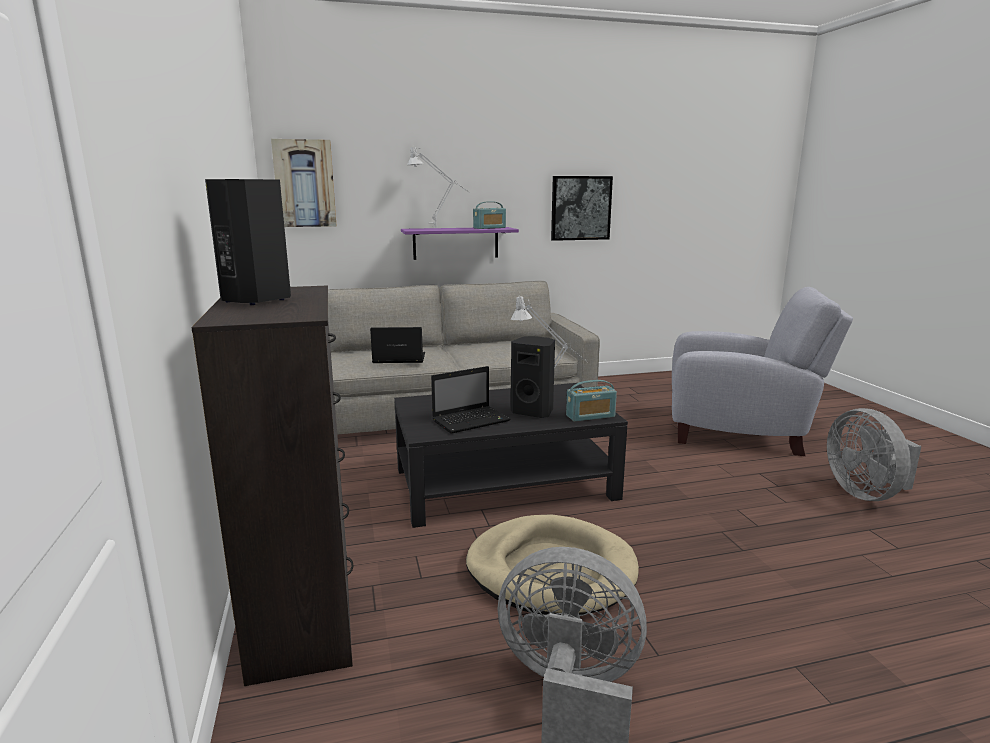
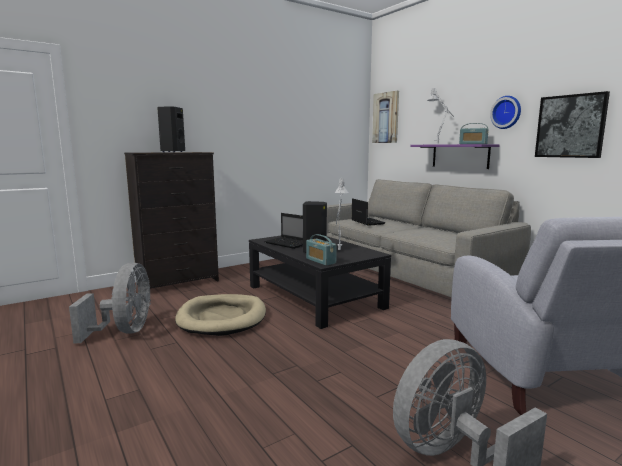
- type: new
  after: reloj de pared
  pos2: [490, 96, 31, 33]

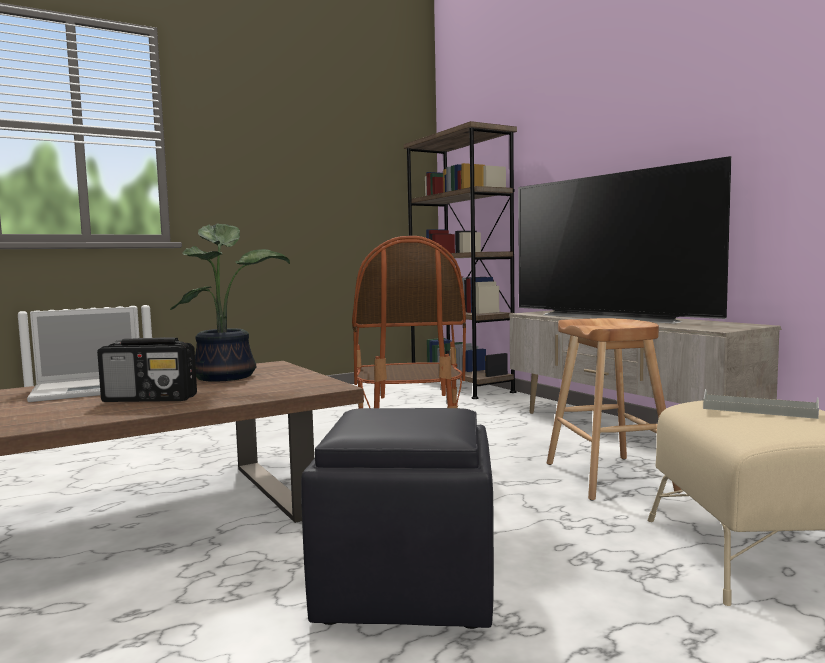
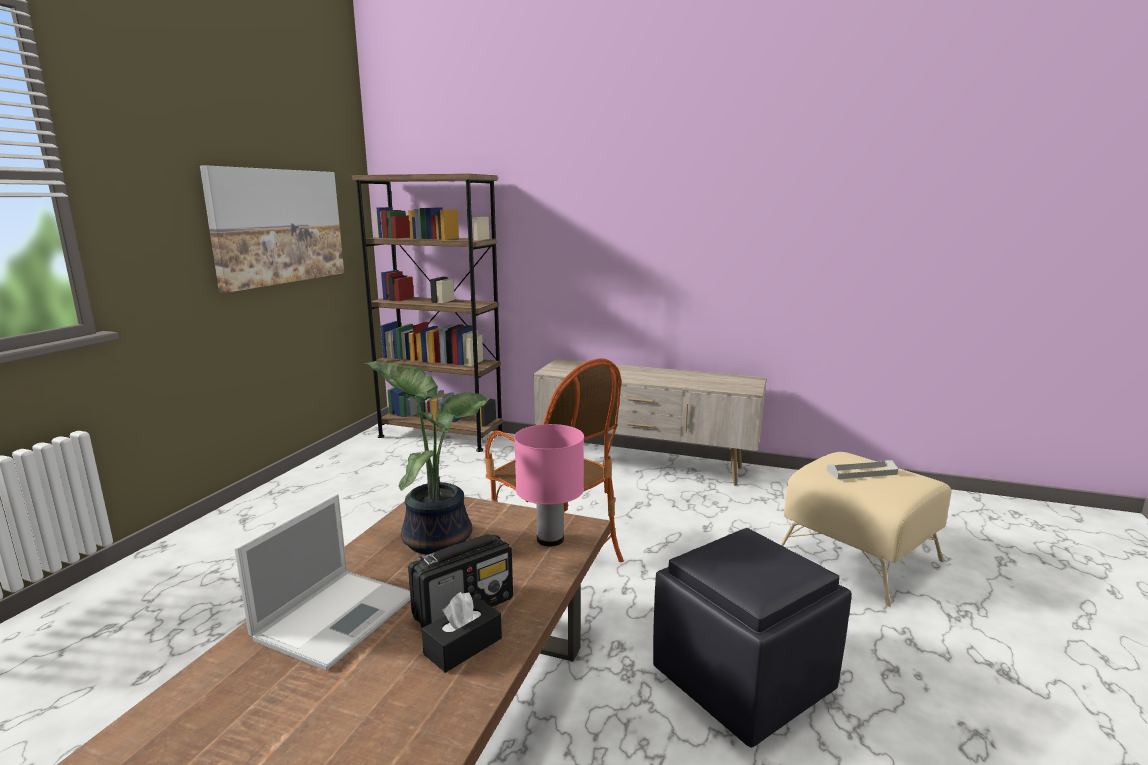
- type: gone
  before: televisor
  pos1: [518, 156, 213, 168]
- type: gone
  before: taburete [marrón]
  pos1: [547, 318, 134, 183]
- type: new
  after: cuadro
  pos2: [200, 166, 144, 127]
- type: new
  after: caja de pañuelos [negro]
  pos2: [422, 592, 80, 81]
- type: new
  after: lámpara de mesa [rosa]
  pos2: [514, 424, 70, 122]

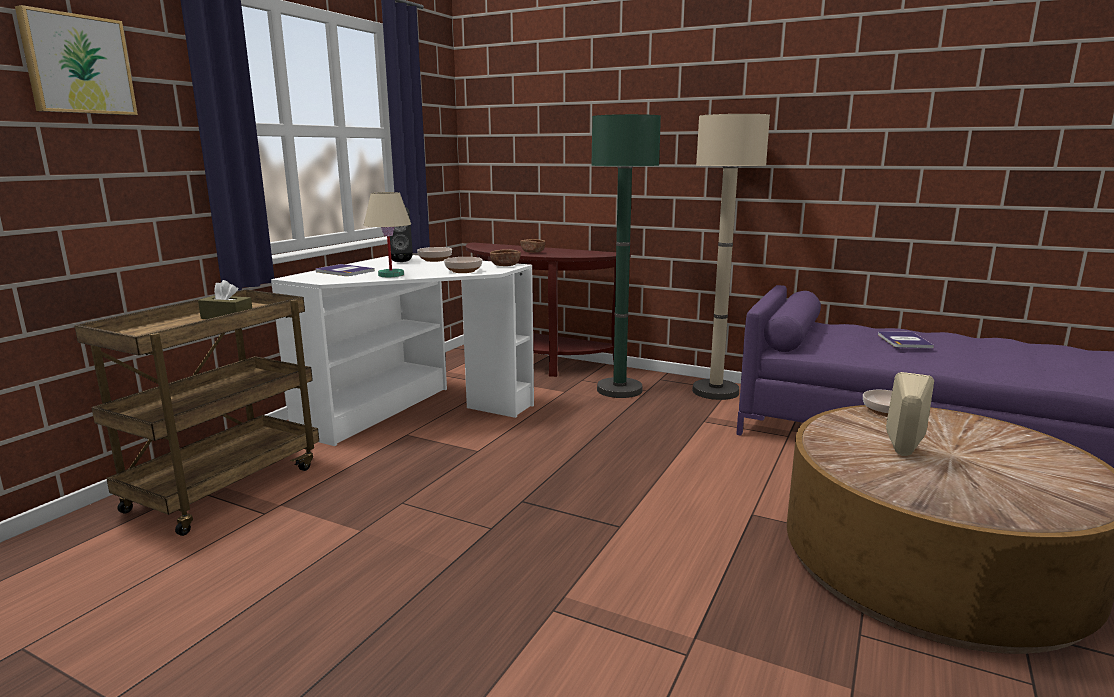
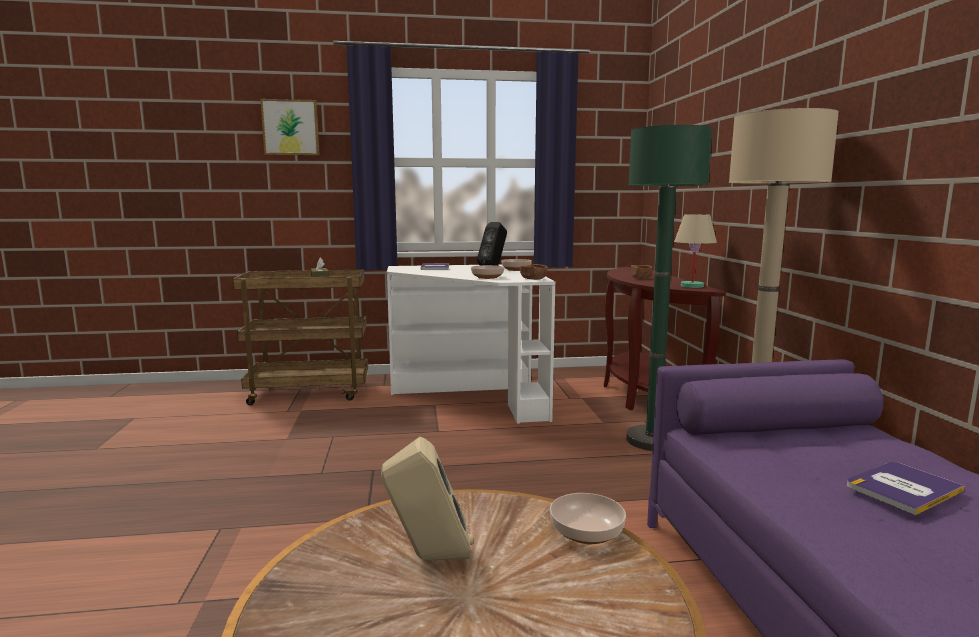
- type: shifted
  before: lámpara de mesa [beis]
  pos1: [364, 192, 47, 85]
  pos2: [674, 214, 43, 74]

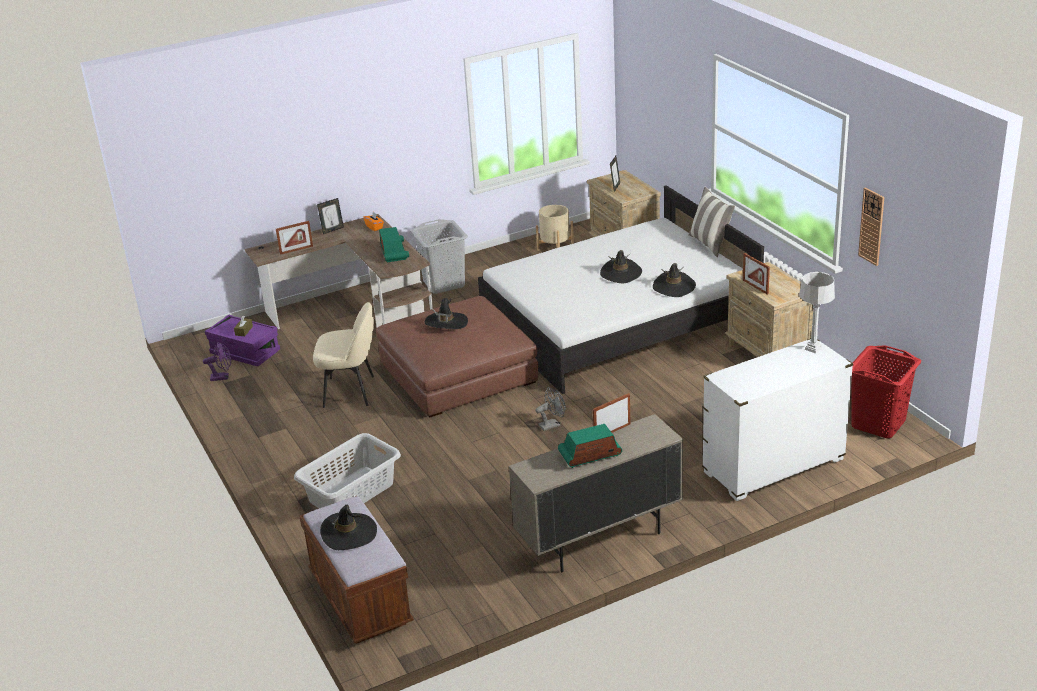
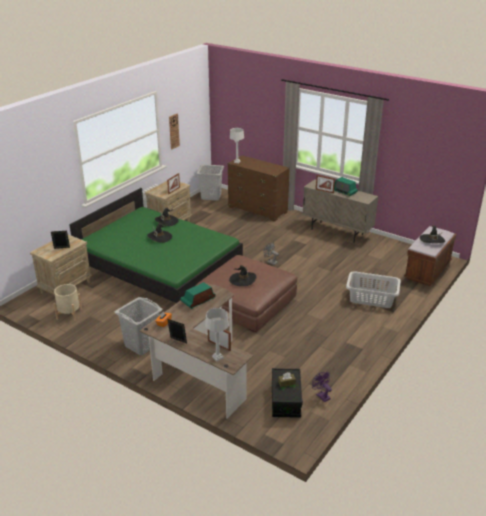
- type: gone
  before: silla [beis]
  pos1: [313, 302, 61, 106]
- type: gone
  before: cojín
  pos1: [688, 186, 47, 71]
- type: new
  after: lámpara de mesa [gris]
  pos2: [205, 308, 24, 54]
- type: repainted
  before: caja de almacenaje [morado]
  after: caja de almacenaje [negro]
  pos1: [205, 314, 75, 52]
  pos2: [272, 368, 31, 50]
- type: repainted
  before: cama [blanco]
  after: cama [verde]
  pos1: [478, 185, 286, 209]
  pos2: [69, 188, 174, 115]
- type: repainted
  before: cómoda [blanco]
  after: cómoda [marrón]
  pos1: [702, 338, 151, 163]
  pos2: [227, 155, 63, 67]
- type: repainted
  before: cesto de la ropa [rojo]
  after: cesto de la ropa [gris]
  pos1: [851, 345, 70, 93]
  pos2: [197, 164, 27, 37]

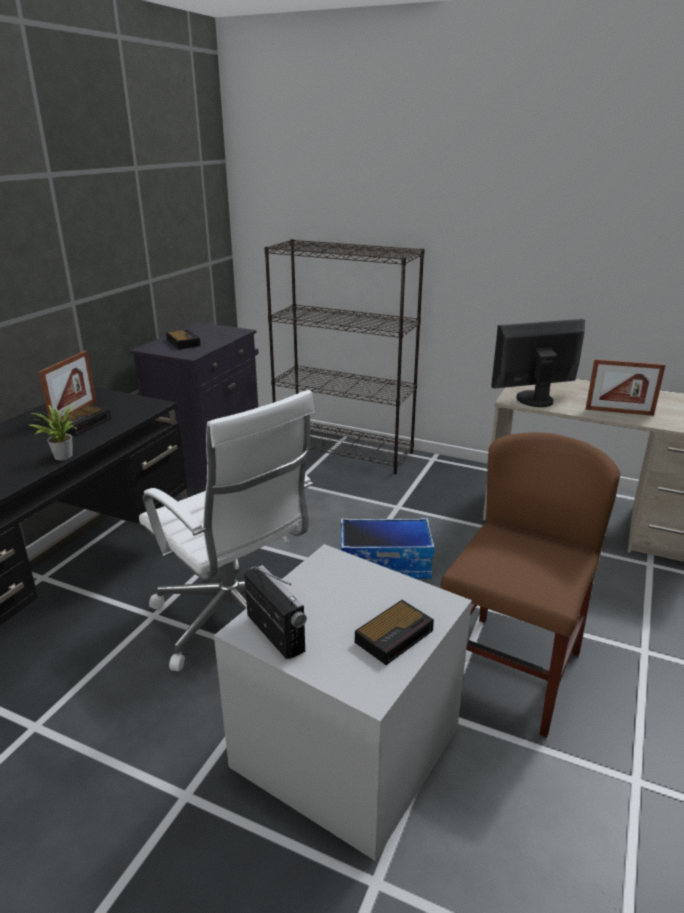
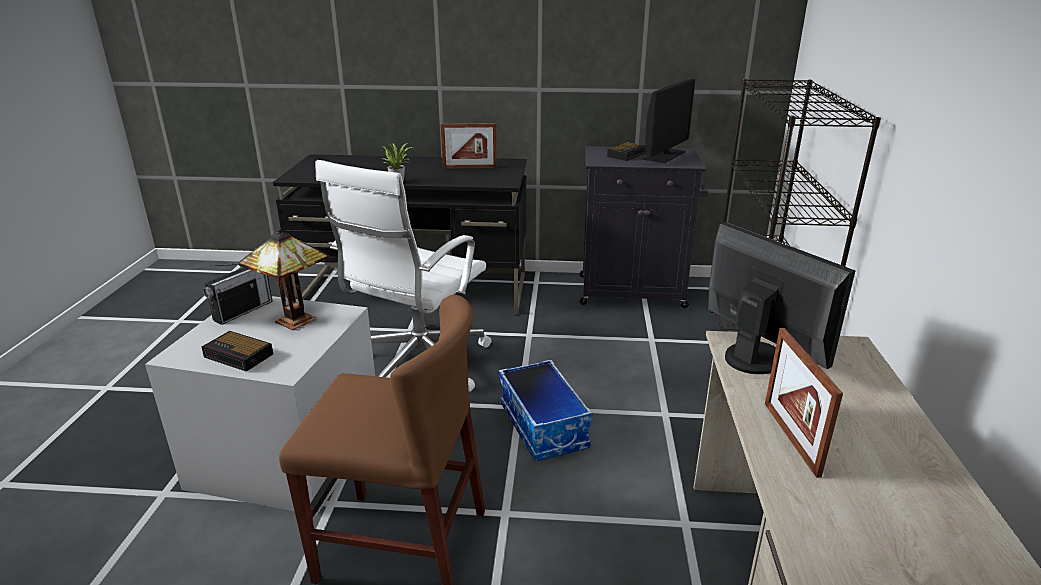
- type: gone
  before: despertador
  pos1: [59, 405, 52, 31]
- type: new
  after: lámpara de mesa
  pos2: [239, 229, 90, 101]
- type: new
  after: monitor
  pos2: [643, 79, 52, 84]

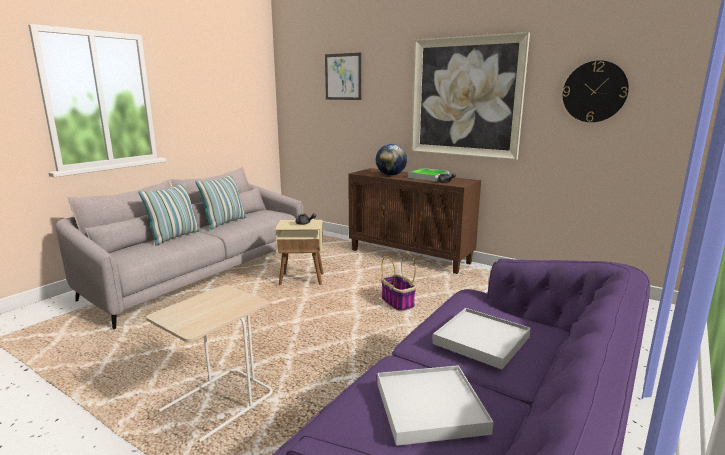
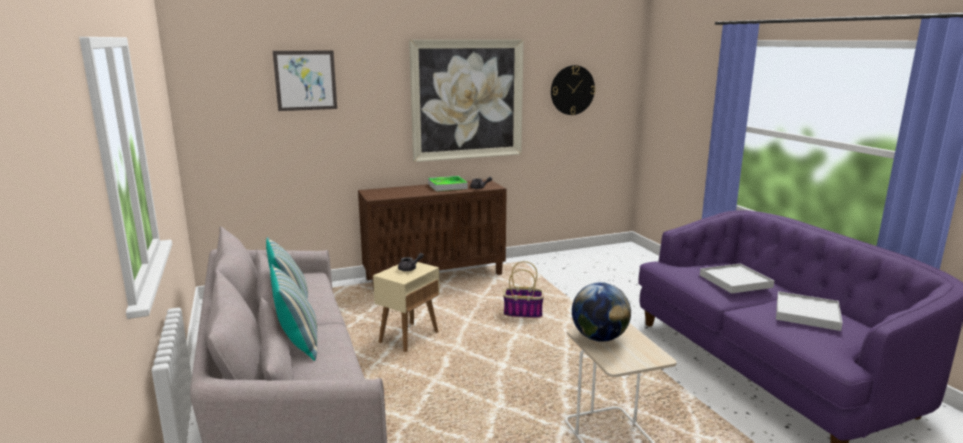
- type: shifted
  before: globo terráqueo
  pos1: [376, 144, 31, 32]
  pos2: [572, 282, 59, 60]

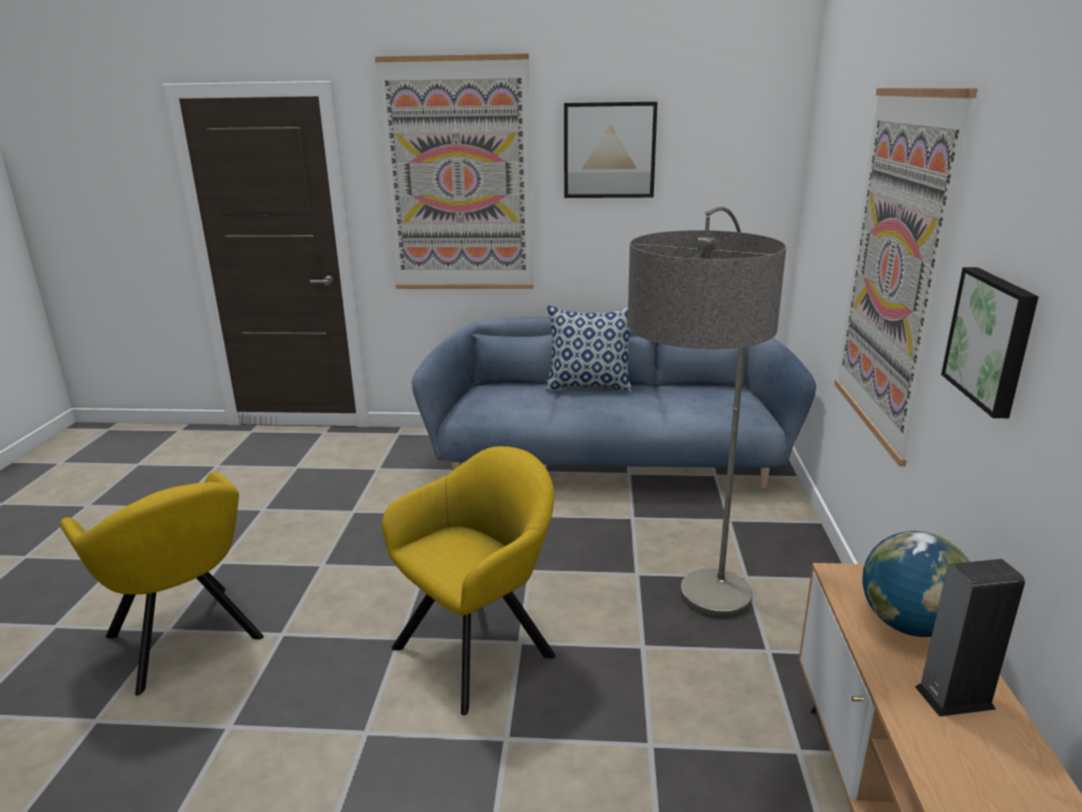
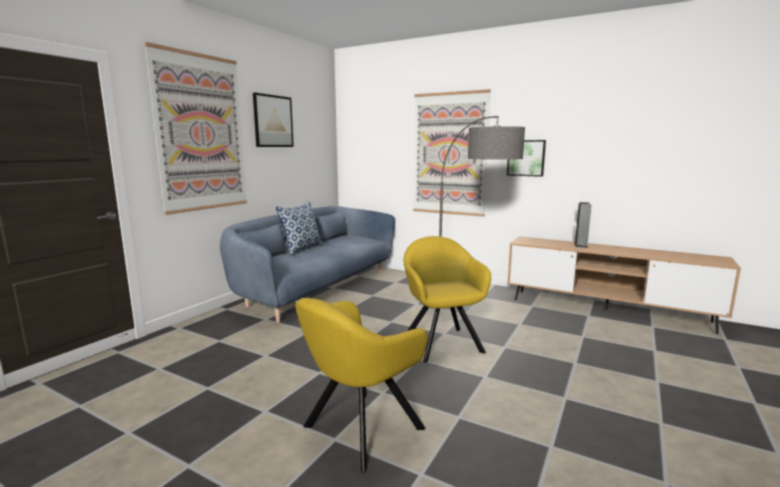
- type: gone
  before: globo terráqueo
  pos1: [862, 531, 108, 106]
- type: rotated
  before: sillón [amarillo]
  pos1: [60, 471, 204, 225]
  pos2: [295, 298, 133, 175]
  turn: 150

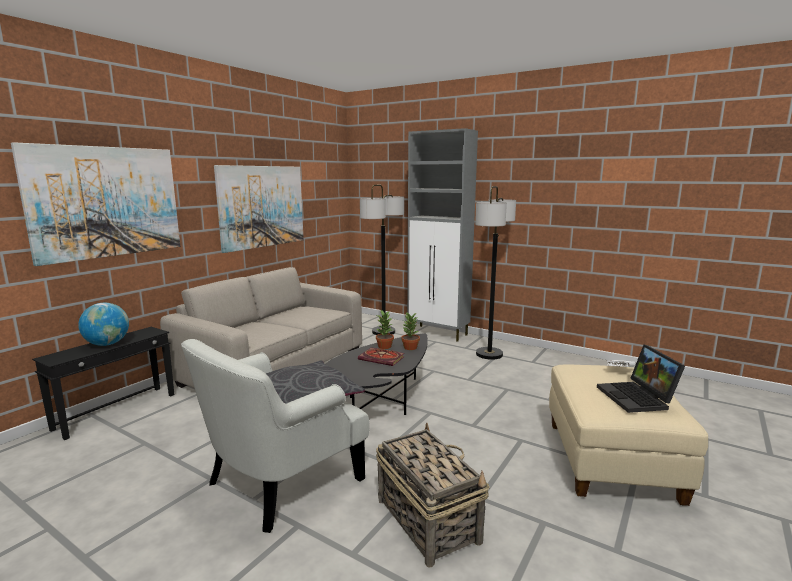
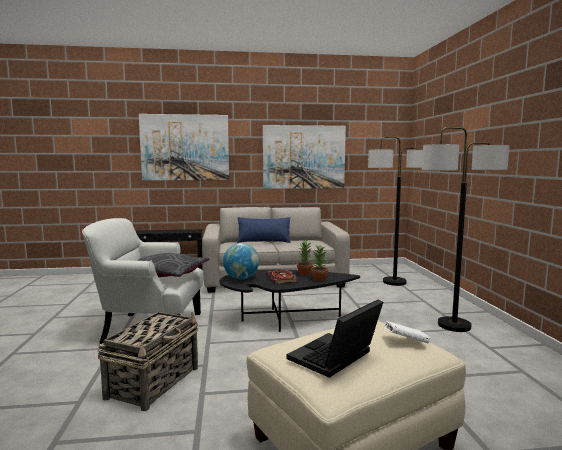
- type: gone
  before: armario [gris]
  pos1: [407, 128, 71, 214]
- type: new
  after: cojín [azul]
  pos2: [237, 217, 54, 26]
- type: shifted
  before: globo terráqueo
  pos1: [78, 303, 51, 43]
  pos2: [223, 243, 36, 36]

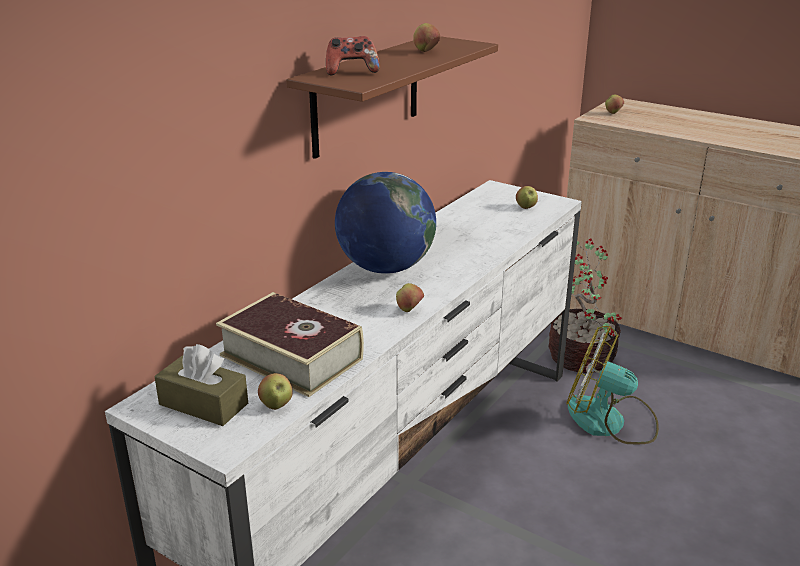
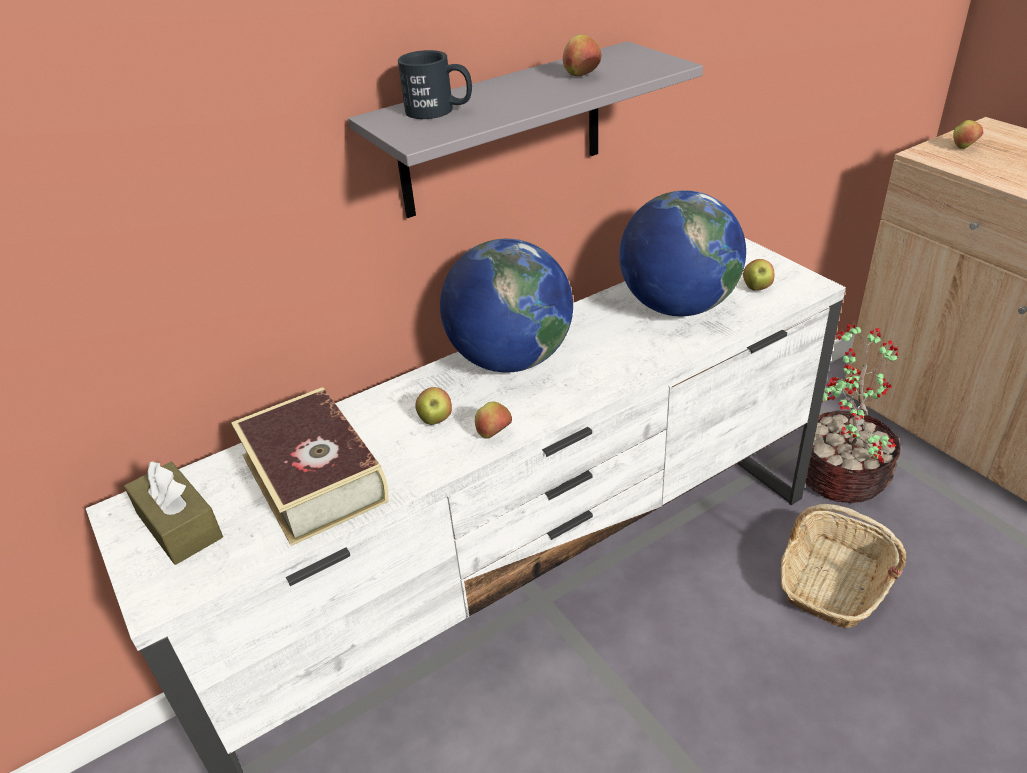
- type: new
  after: globo terráqueo
  pos2: [619, 190, 127, 126]
- type: shifted
  before: manzana
  pos1: [258, 373, 35, 37]
  pos2: [416, 387, 36, 38]
- type: swapped
  before: mando de consola
  after: taza grande [negro]
  pos1: [326, 36, 54, 39]
  pos2: [398, 50, 74, 69]
- type: swapped
  before: ventilador
  after: cesta
  pos1: [566, 326, 93, 118]
  pos2: [781, 504, 125, 124]
- type: repainted
  before: estante [marrón]
  after: estante [gris]
  pos1: [286, 36, 212, 123]
  pos2: [348, 41, 355, 177]

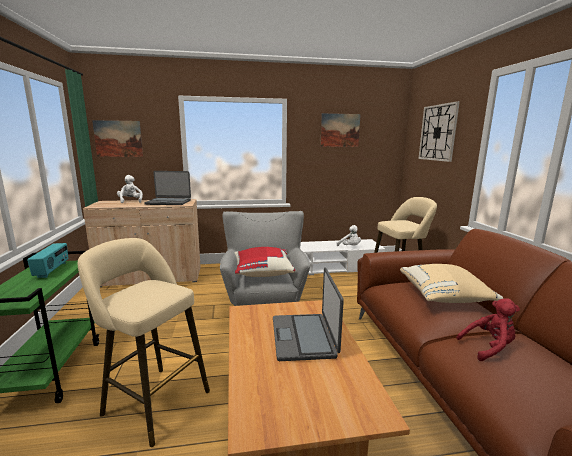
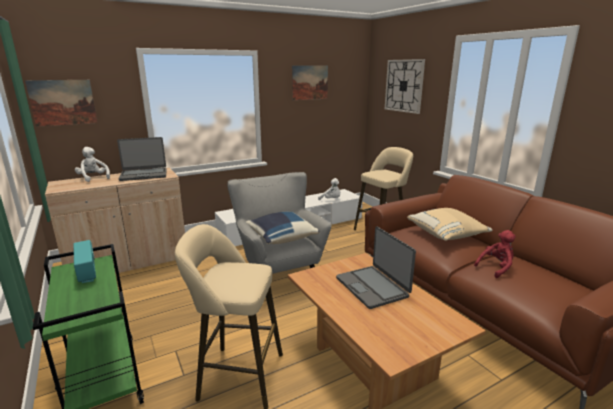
- type: repainted
  before: cojín [rojo]
  after: cojín [azul]
  pos1: [235, 247, 60, 30]
  pos2: [246, 212, 73, 32]

